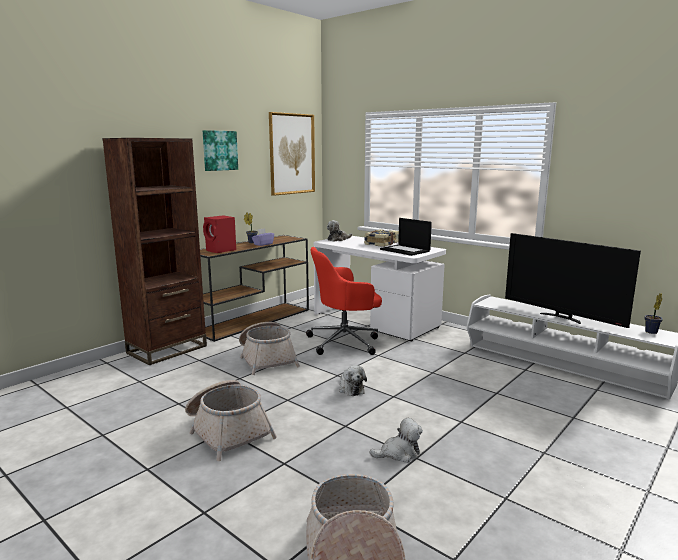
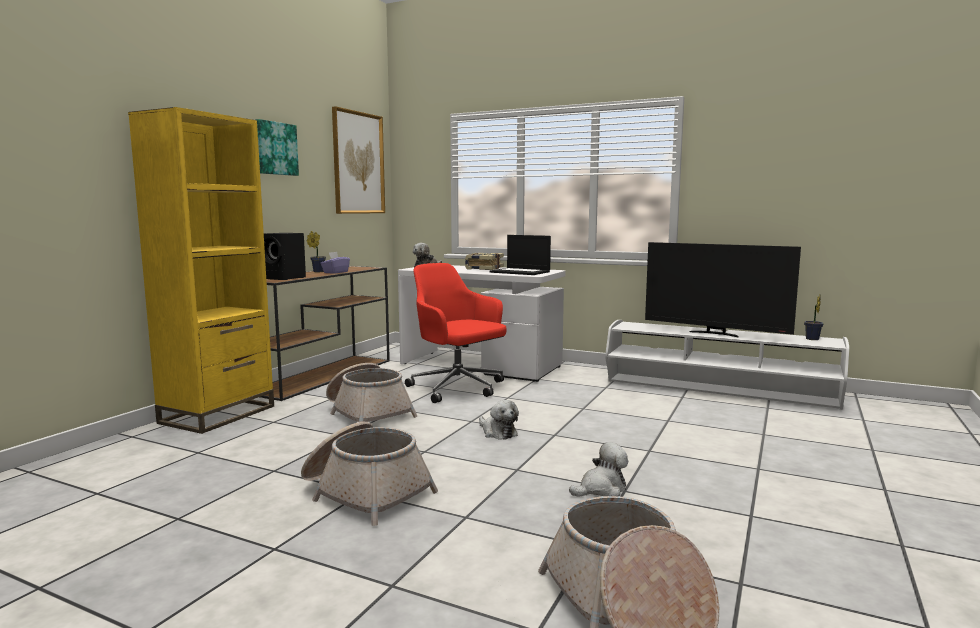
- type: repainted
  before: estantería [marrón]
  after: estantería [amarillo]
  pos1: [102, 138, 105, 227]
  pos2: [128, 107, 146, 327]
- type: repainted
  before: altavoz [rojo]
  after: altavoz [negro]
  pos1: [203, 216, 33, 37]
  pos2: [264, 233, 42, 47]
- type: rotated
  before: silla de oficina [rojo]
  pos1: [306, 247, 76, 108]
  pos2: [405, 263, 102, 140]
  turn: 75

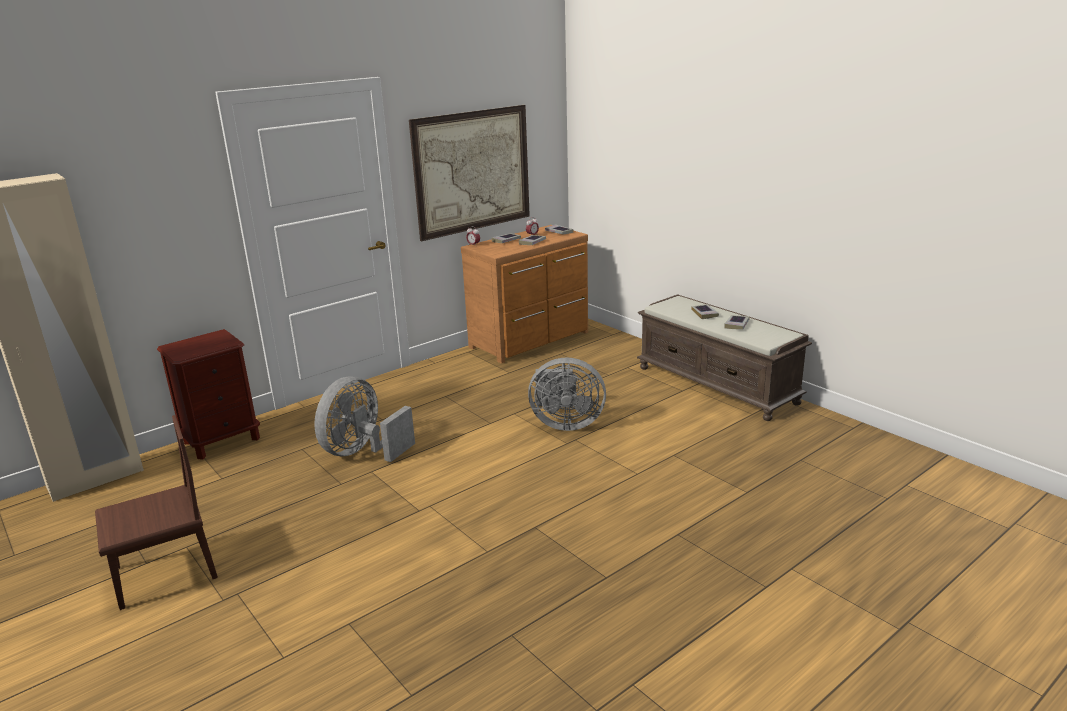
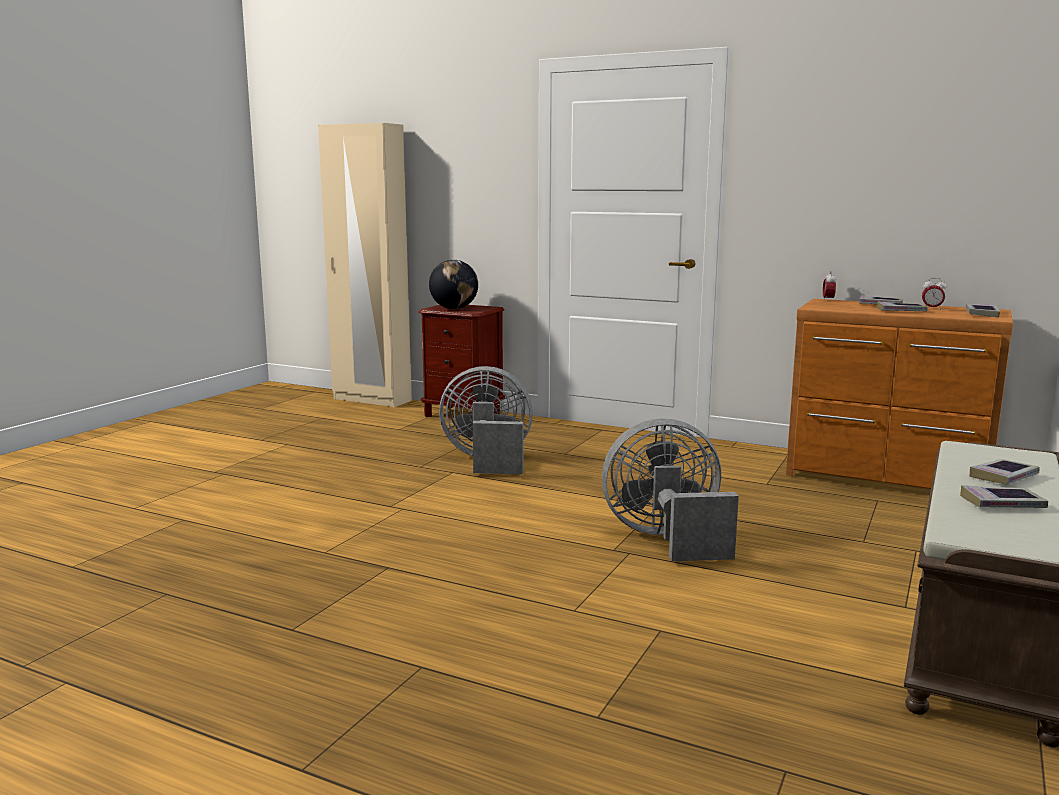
- type: gone
  before: silla [marrón]
  pos1: [95, 415, 123, 195]
- type: gone
  before: cuadro
  pos1: [409, 105, 121, 136]
- type: new
  after: globo terráqueo
  pos2: [429, 260, 49, 49]
- type: rotated
  before: ventilador [gris]
  pos1: [528, 357, 78, 74]
  pos2: [602, 418, 137, 143]
  turn: 105

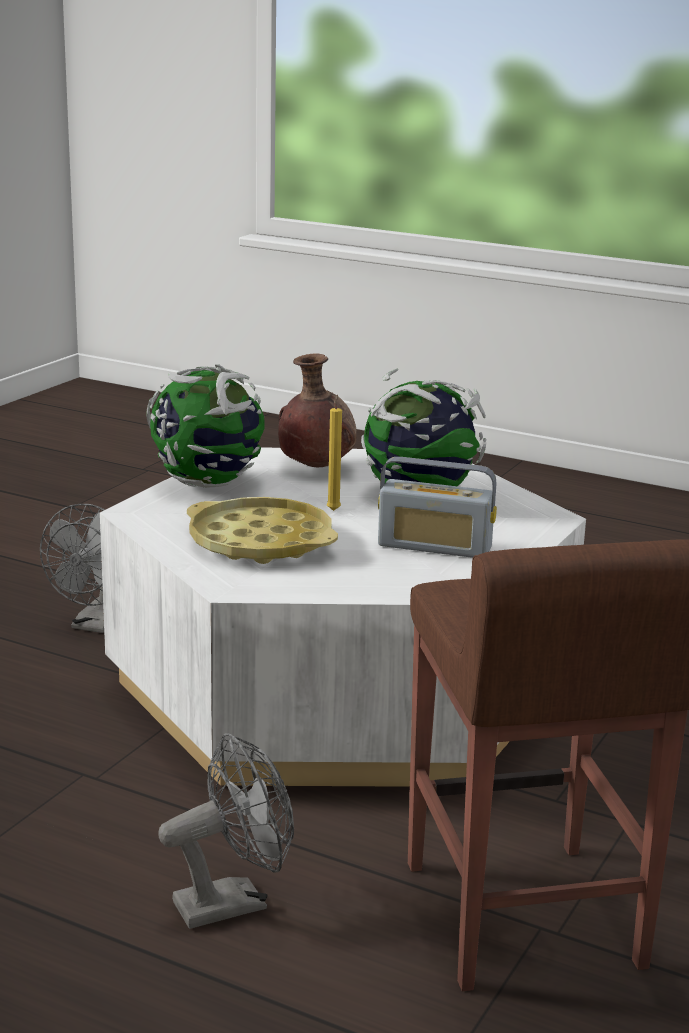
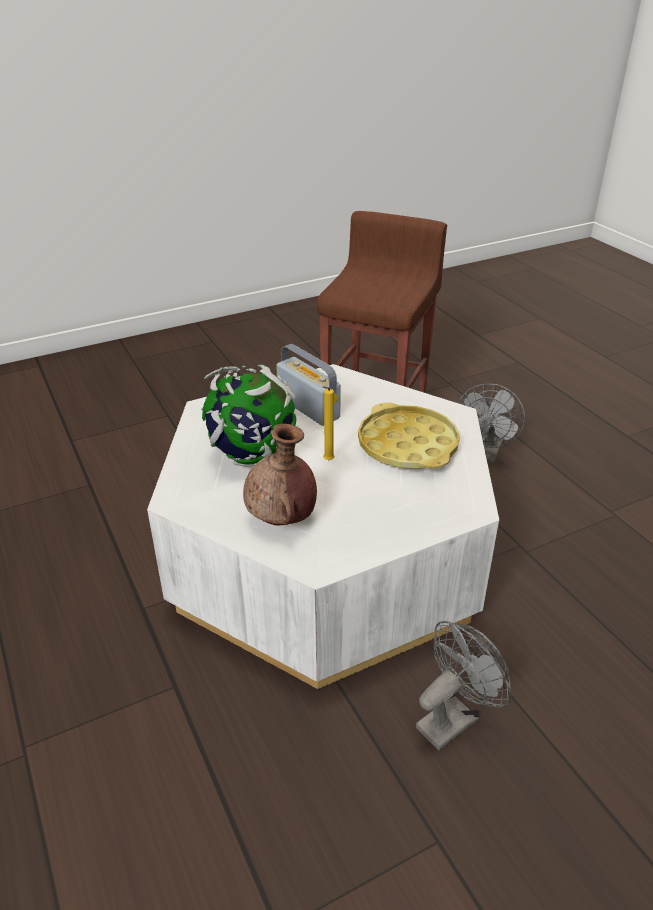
- type: gone
  before: globo terráqueo
  pos1: [146, 364, 119, 124]
- type: rotated
  before: ventilador [gris]
  pos1: [158, 733, 136, 196]
  pos2: [458, 383, 67, 81]
  turn: -75

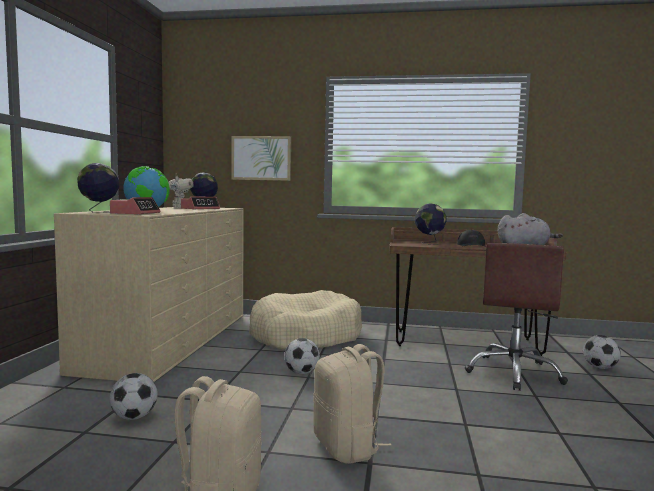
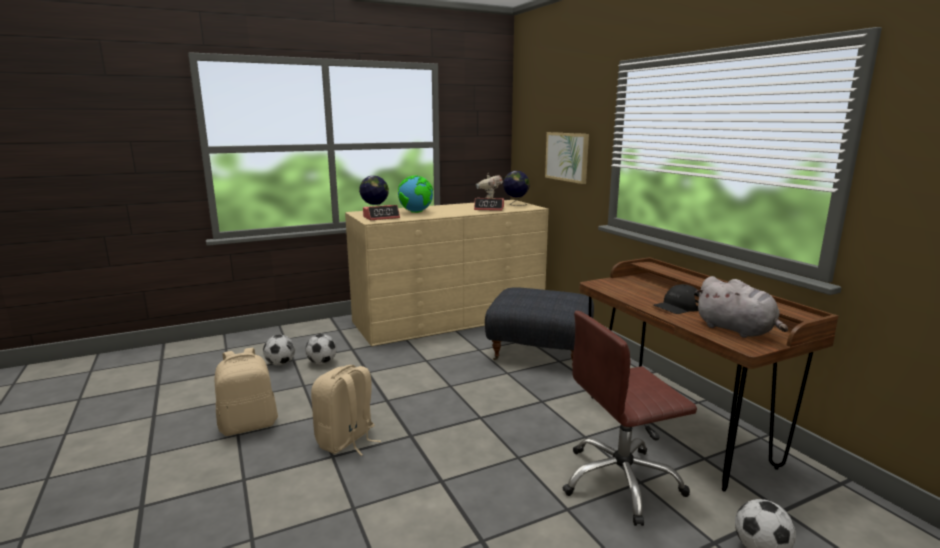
- type: gone
  before: globo terráqueo
  pos1: [415, 204, 31, 41]
- type: shifted
  before: balón de fútbol
  pos1: [284, 338, 36, 36]
  pos2: [263, 335, 32, 30]
- type: swapped
  before: cama para perro [beis]
  after: puf [gris]
  pos1: [249, 290, 113, 60]
  pos2: [485, 287, 109, 79]

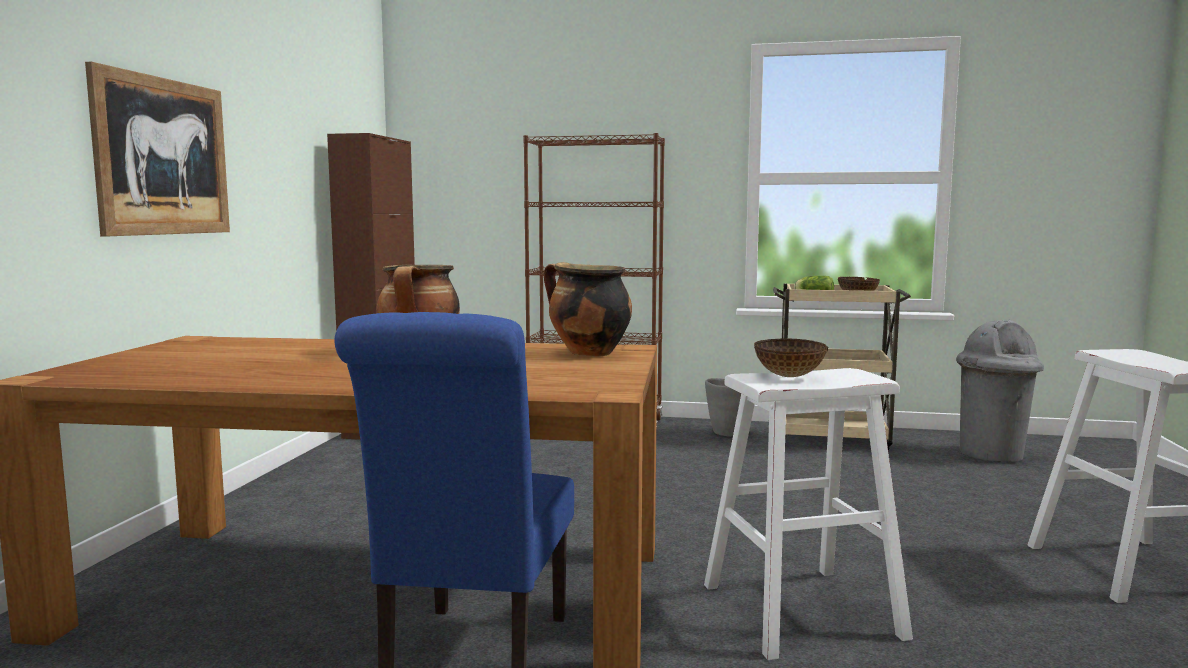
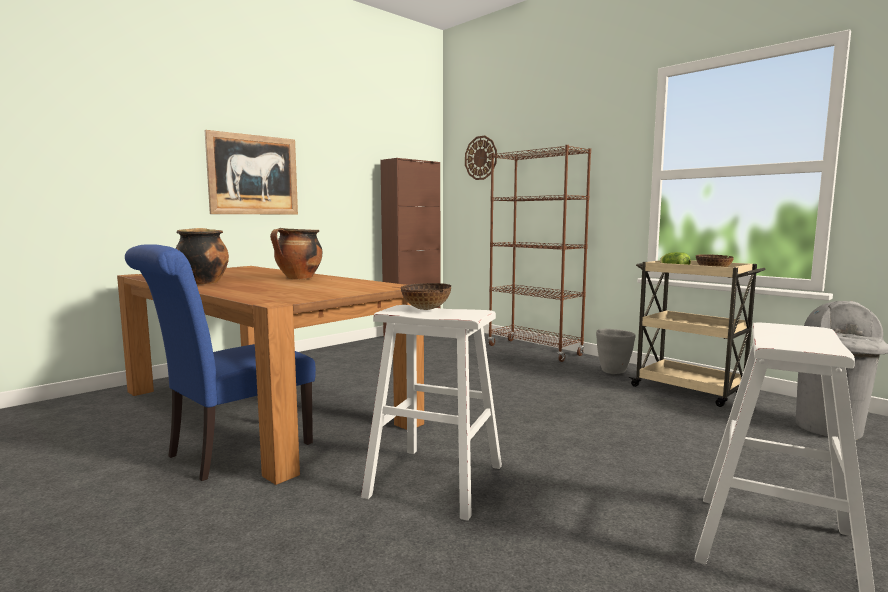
- type: new
  after: reloj de pared
  pos2: [465, 135, 32, 45]
- type: shifted
  before: olla
  pos1: [544, 262, 88, 94]
  pos2: [176, 228, 53, 57]

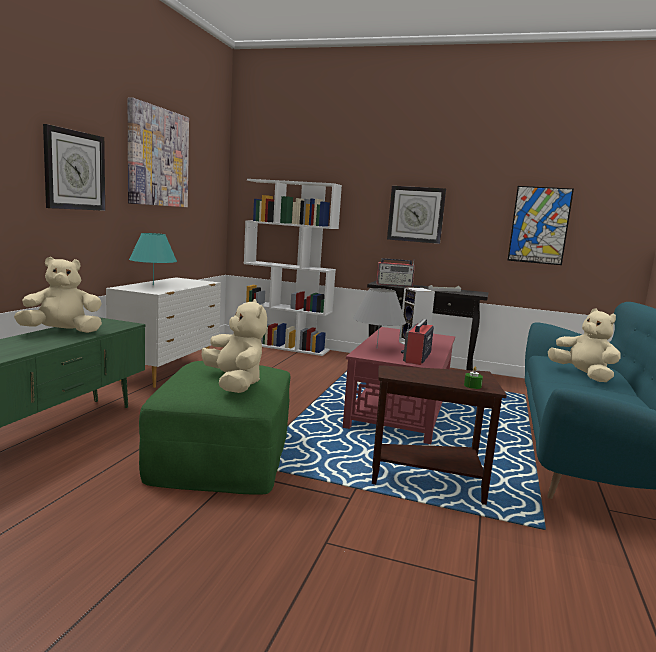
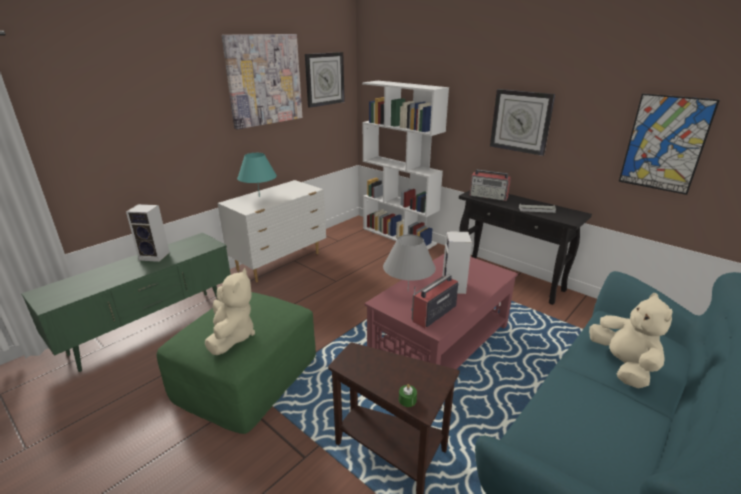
- type: shifted
  before: reloj de pared
  pos1: [43, 124, 62, 87]
  pos2: [305, 52, 40, 56]
- type: swapped
  before: peluche [beis]
  after: altavoz
  pos1: [14, 257, 88, 76]
  pos2: [126, 204, 44, 58]

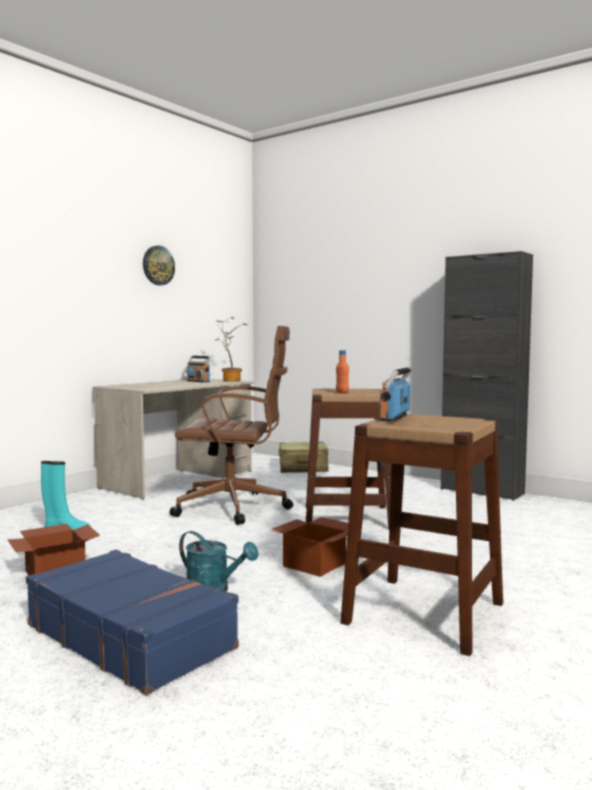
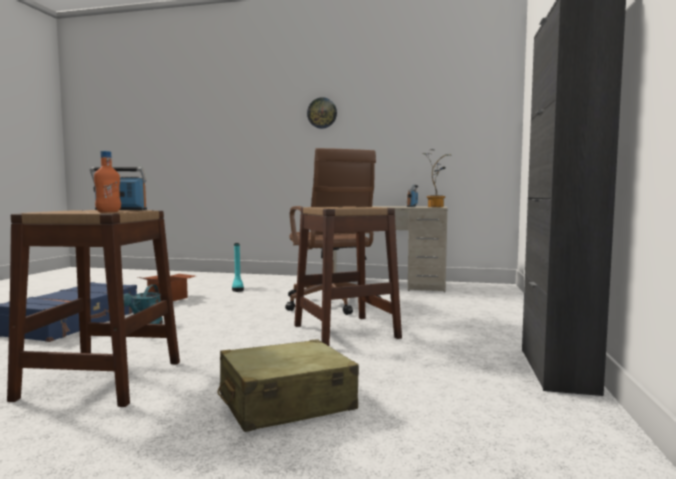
- type: gone
  before: caja de cartón
  pos1: [271, 517, 77, 60]
- type: shifted
  before: reloj de pared
  pos1: [143, 245, 32, 40]
  pos2: [307, 97, 30, 32]
- type: shifted
  before: maleta [beis]
  pos1: [278, 442, 50, 31]
  pos2: [217, 339, 142, 93]
- type: shifted
  before: botella [naranja]
  pos1: [336, 350, 13, 43]
  pos2: [94, 151, 27, 61]

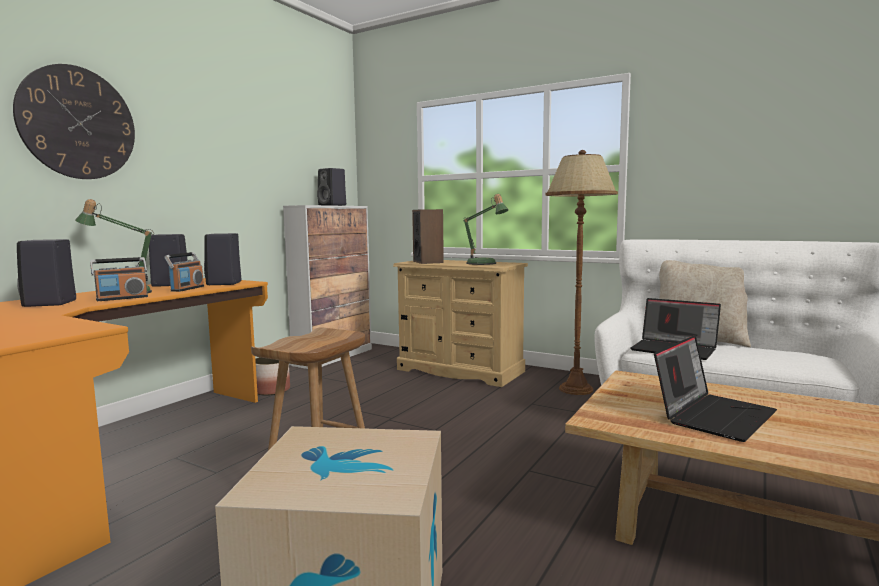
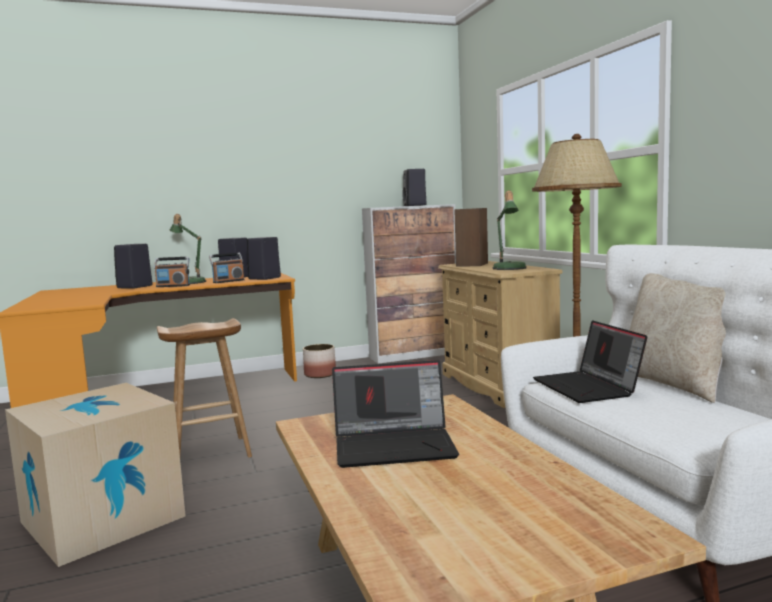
- type: gone
  before: reloj de pared
  pos1: [13, 64, 122, 115]

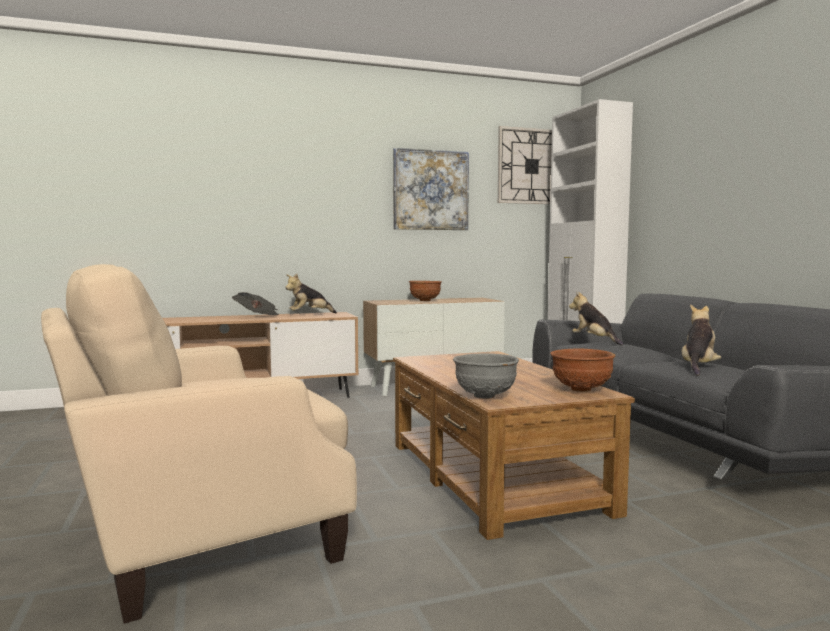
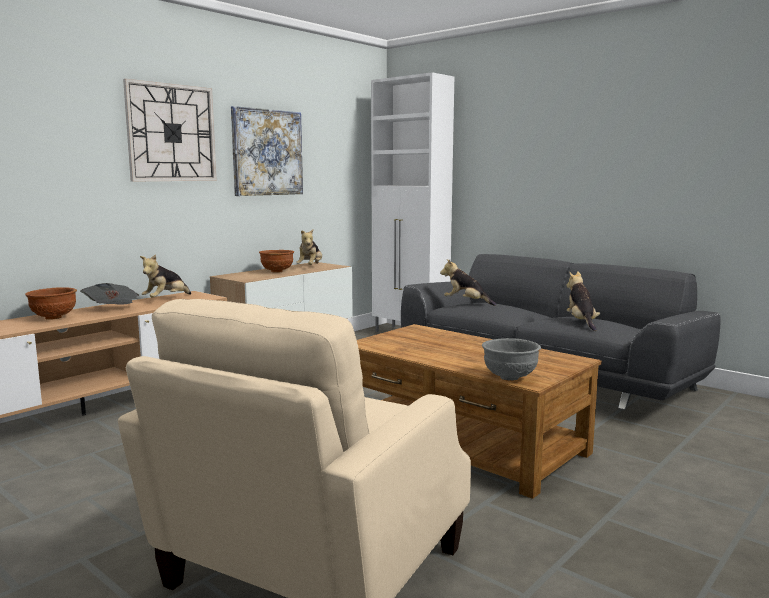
- type: new
  after: peluche
  pos2: [296, 229, 26, 36]
- type: shifted
  before: reloj de pared
  pos1: [498, 126, 54, 78]
  pos2: [123, 79, 94, 103]
- type: shifted
  before: cuenco [marrón]
  pos1: [550, 349, 65, 43]
  pos2: [25, 287, 52, 33]

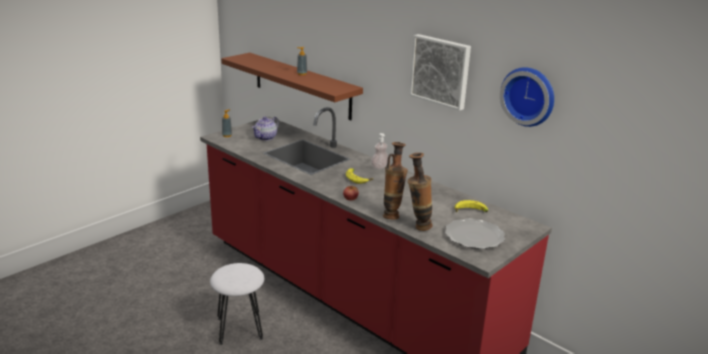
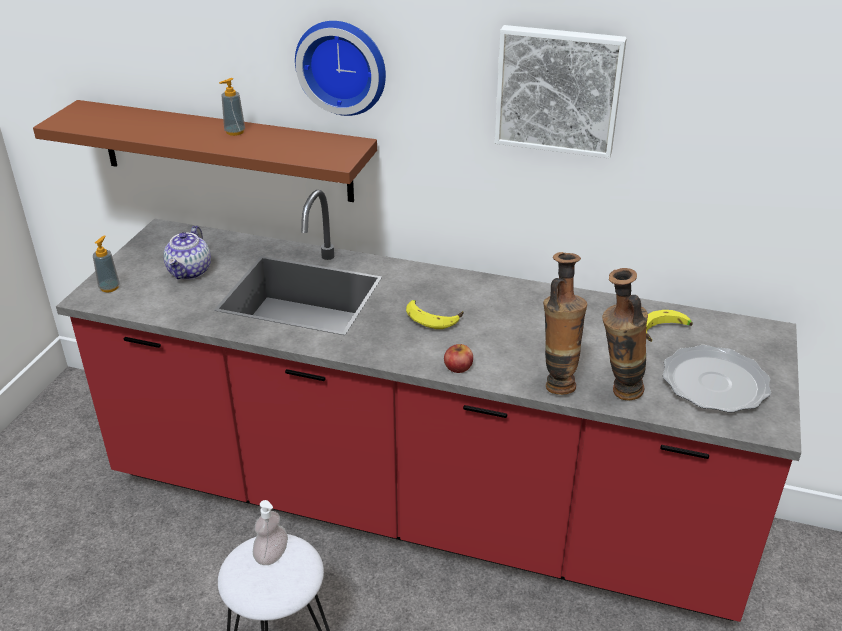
- type: shifted
  before: dispensador de jabón
  pos1: [371, 133, 18, 36]
  pos2: [253, 500, 35, 65]
- type: shifted
  before: reloj de pared
  pos1: [500, 67, 54, 60]
  pos2: [295, 21, 91, 95]

